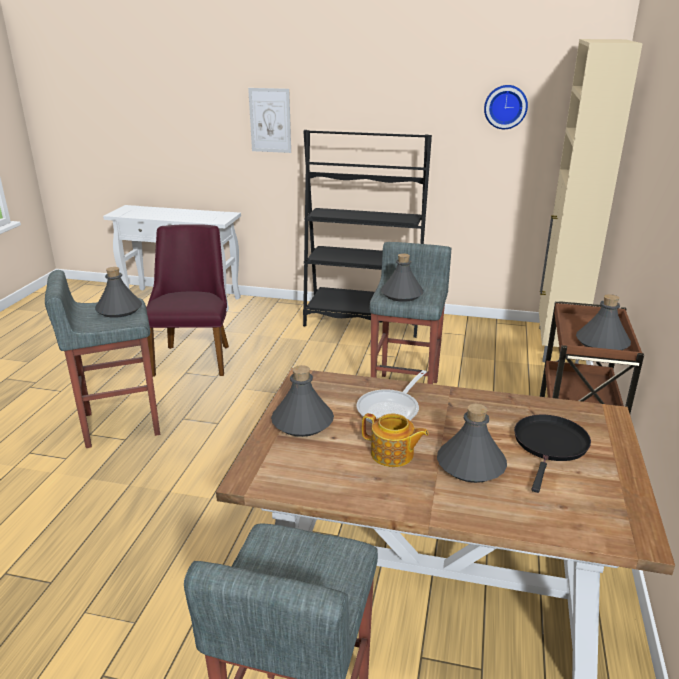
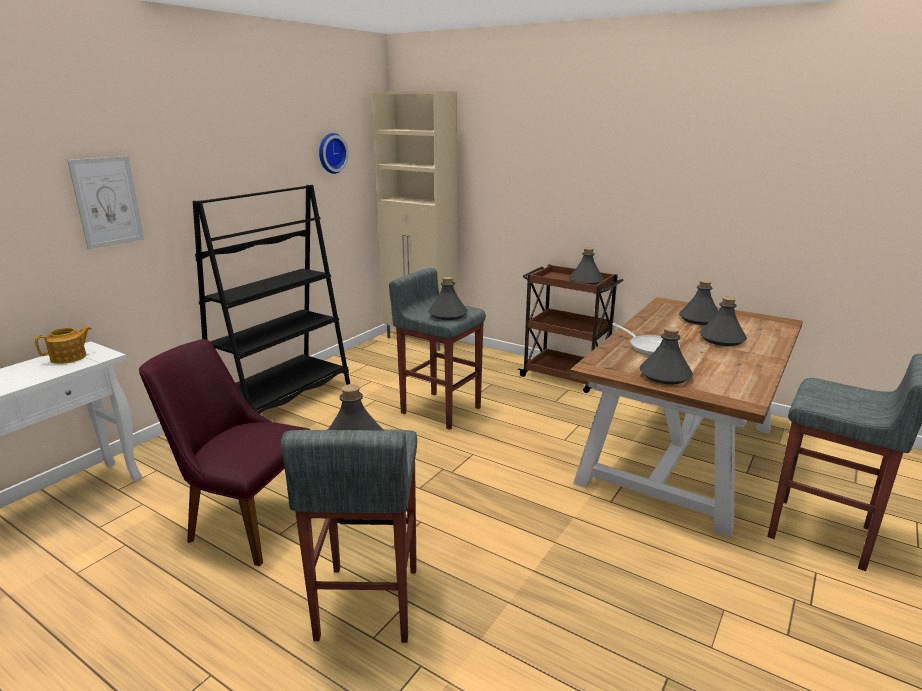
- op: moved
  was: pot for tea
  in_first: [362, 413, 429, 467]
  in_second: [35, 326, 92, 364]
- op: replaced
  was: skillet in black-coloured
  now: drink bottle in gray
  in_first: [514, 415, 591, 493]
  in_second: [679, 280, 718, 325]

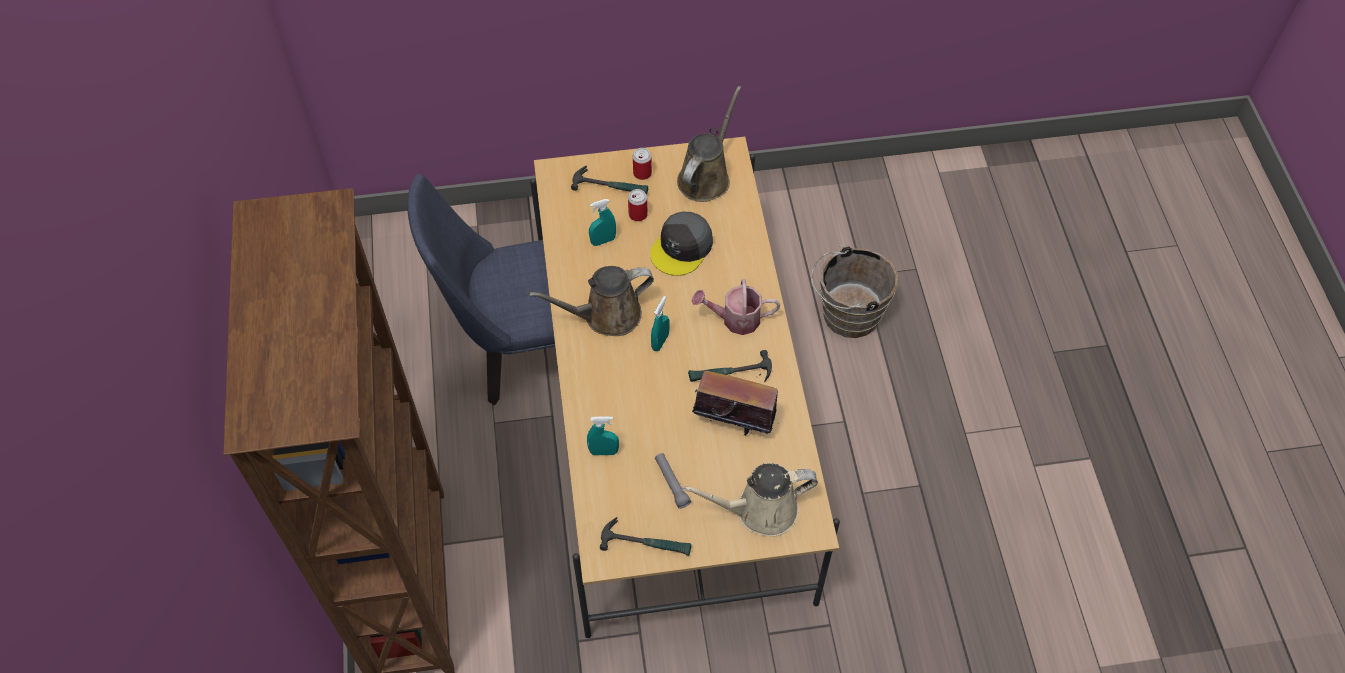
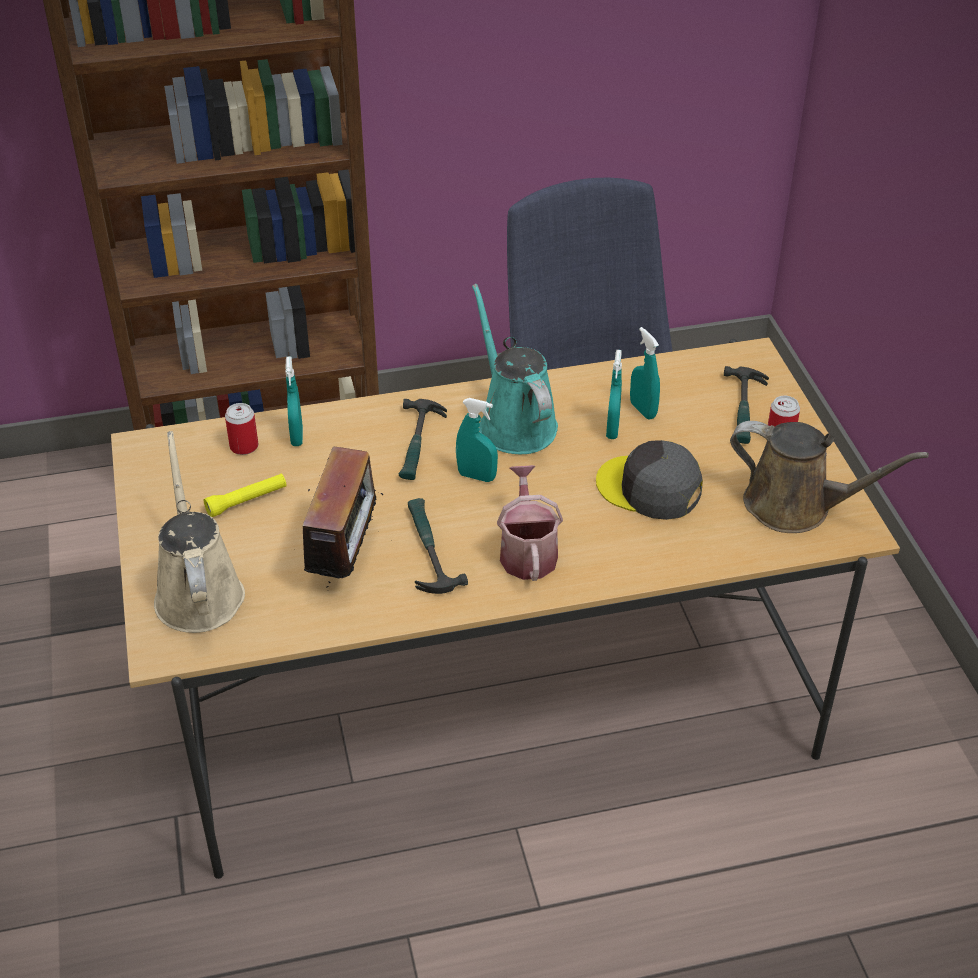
- op: removed
  was: pail in brown-coloured
  in_first: [811, 245, 898, 338]
- op: added
  now: hand sprayer in turquoise-coloured
  in_second: [606, 350, 622, 439]
- op: moved
  was: tool hammer
  in_first: [600, 517, 691, 556]
  in_second: [399, 399, 447, 480]
- op: moved
  was: can
  in_first: [628, 189, 648, 221]
  in_second: [225, 403, 258, 455]
- op: recoloured
  was: watering can in brown-coloured
  now: watering can in turquoise-coloured
  in_first: [529, 266, 654, 336]
  in_second: [472, 284, 558, 454]
- op: recoloured
  was: hand torch in gray
  now: hand torch in yellowish
  in_first: [655, 453, 691, 509]
  in_second: [204, 474, 287, 517]

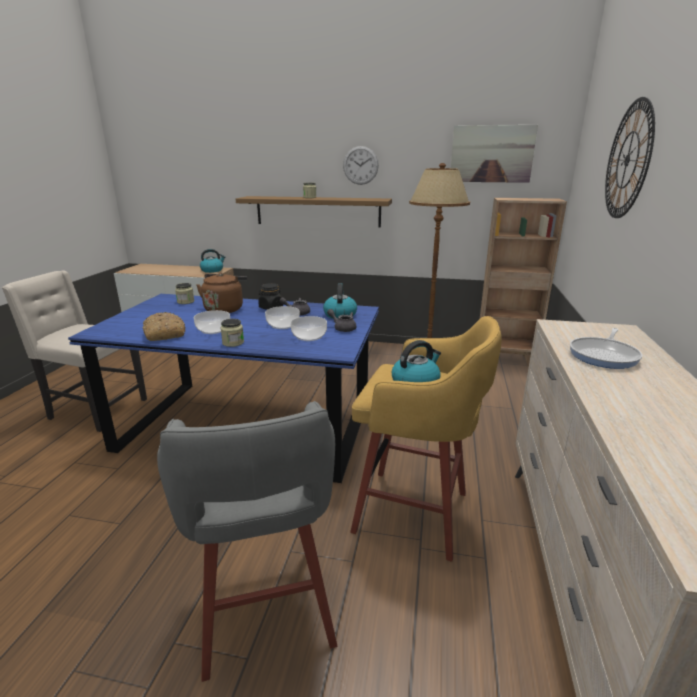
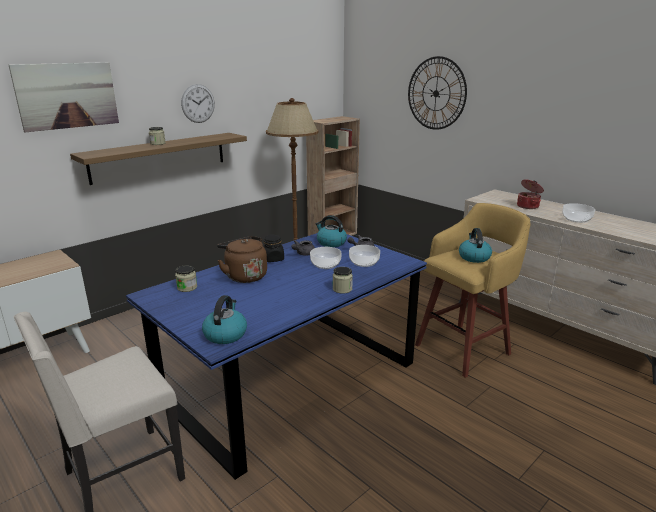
- op: removed
  was: bakery bread
  in_first: [143, 312, 185, 341]
- op: removed
  was: sitting stool in gray
  in_first: [157, 401, 337, 682]
- op: moved
  was: serving bowl
  in_first: [194, 310, 230, 334]
  in_second: [562, 203, 595, 223]
- op: moved
  was: tea kettle
  in_first: [200, 249, 225, 273]
  in_second: [202, 295, 247, 344]
- op: moved
  was: wall picture
  in_first: [451, 125, 538, 183]
  in_second: [9, 62, 119, 132]
- op: replaced
  was: skillet
  now: stockpot
  in_first: [570, 328, 642, 369]
  in_second: [517, 179, 544, 209]

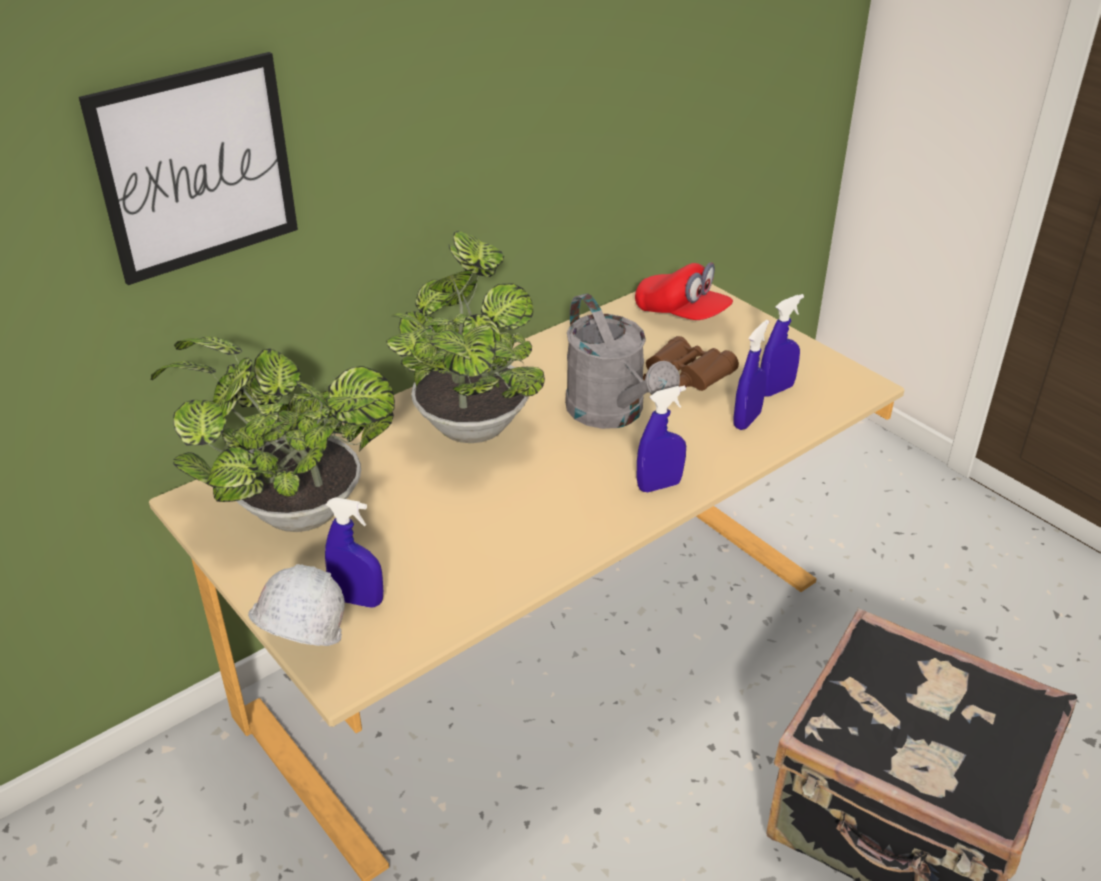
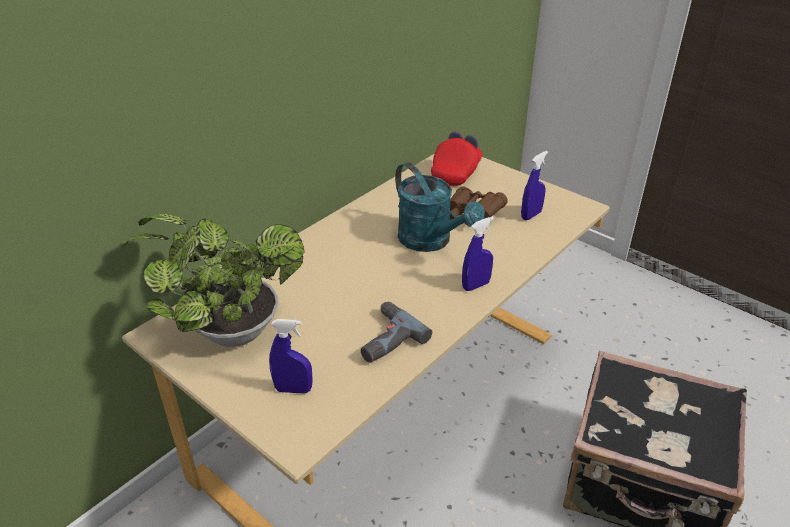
- op: removed
  was: wall picture
  in_first: [79, 52, 298, 285]
- op: removed
  was: work helmet in white
  in_first: [248, 564, 345, 646]
- op: removed
  was: plant in a pot
  in_first: [386, 231, 545, 443]
- op: removed
  was: hand sprayer in blue
  in_first: [733, 320, 769, 430]
- op: added
  now: electric drill
  in_second: [361, 302, 432, 363]
- op: recoloured
  was: watering can in gray
  now: watering can in turquoise-coloured
  in_first: [565, 293, 680, 429]
  in_second: [395, 162, 485, 252]
- op: turned
  was: peaked cap in red-coloured
  in_first: [635, 262, 733, 320]
  in_second: [431, 131, 482, 186]
  clockwise: -90

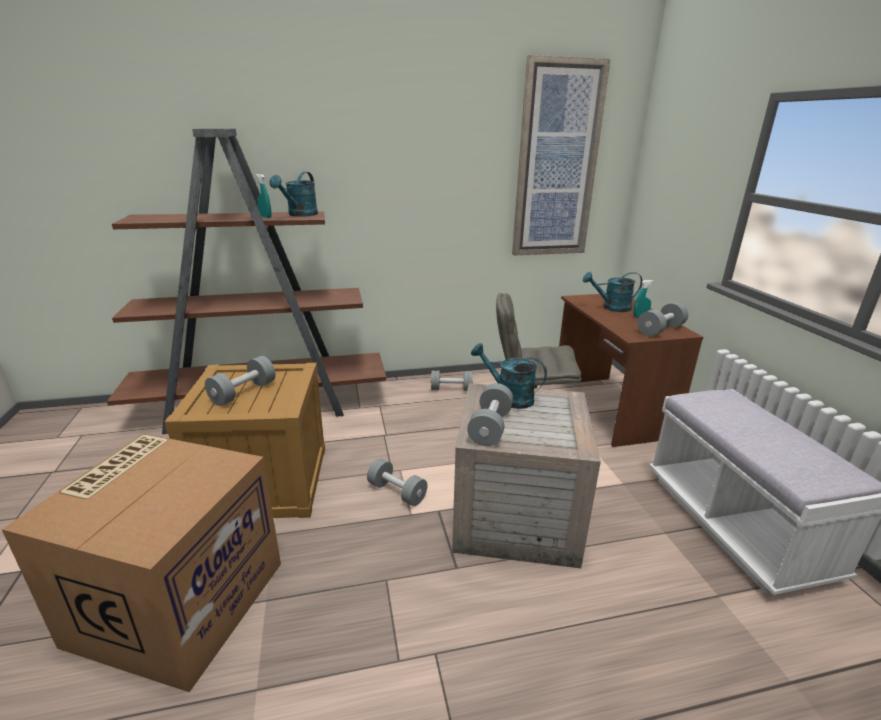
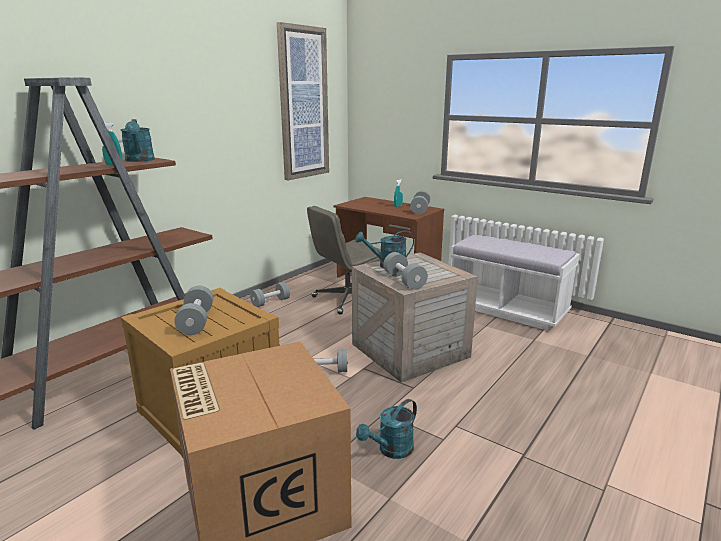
- op: moved
  was: watering can in turquoise-coloured
  in_first: [583, 272, 642, 312]
  in_second: [356, 399, 417, 459]

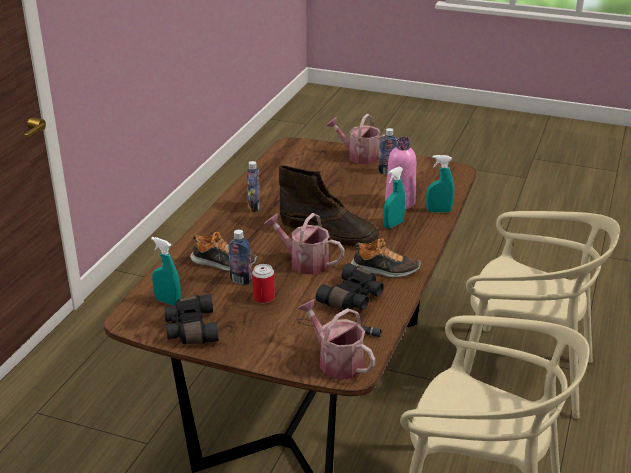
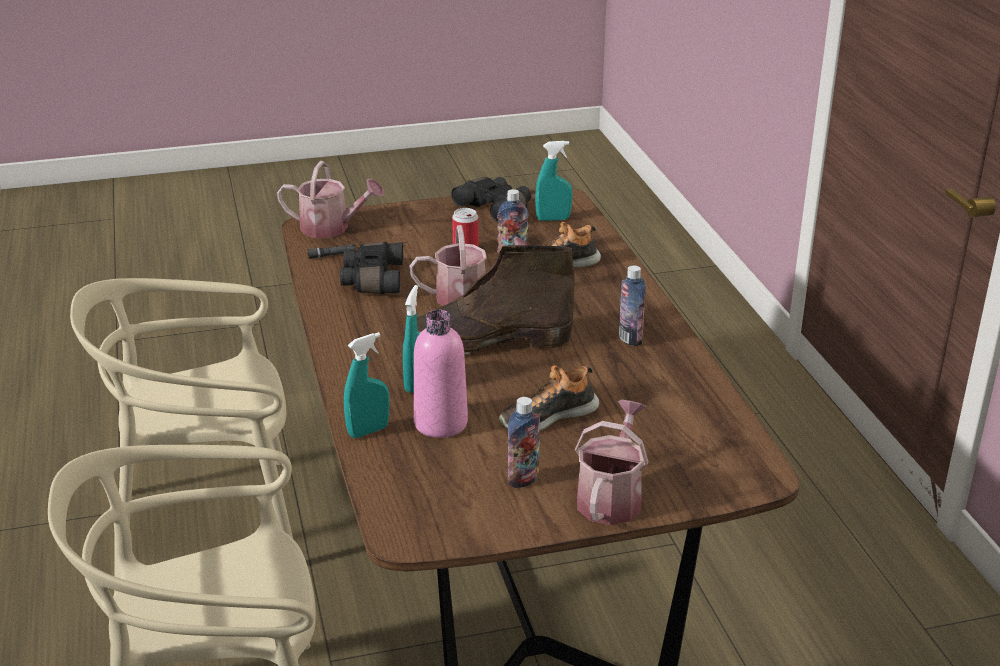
- op: moved
  was: low shoe
  in_first: [351, 238, 421, 278]
  in_second: [499, 365, 599, 430]
- op: turned
  was: watering can
  in_first: [326, 114, 385, 164]
  in_second: [575, 400, 649, 525]
  clockwise: -60

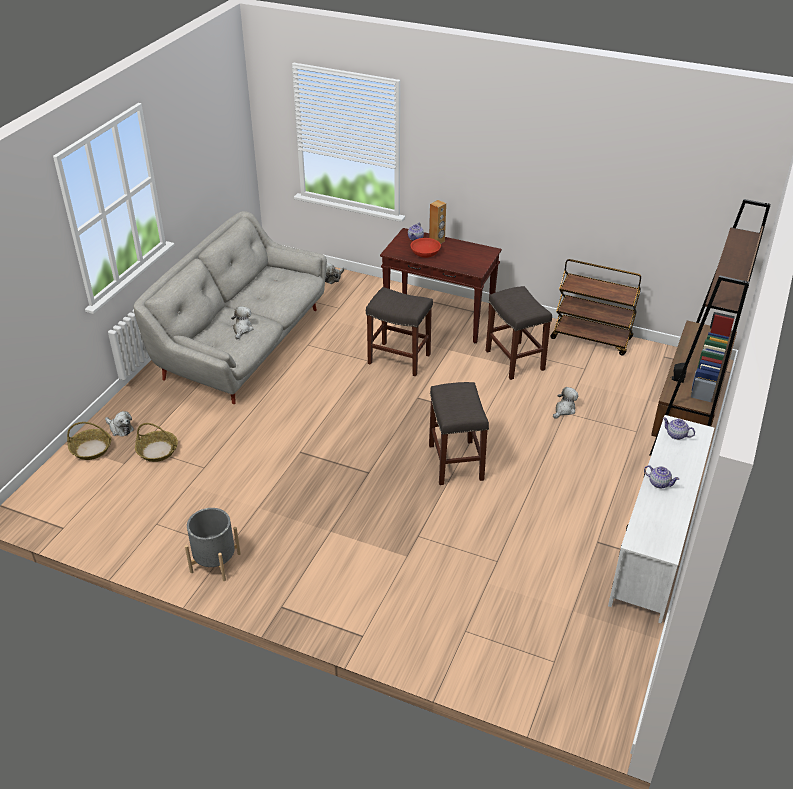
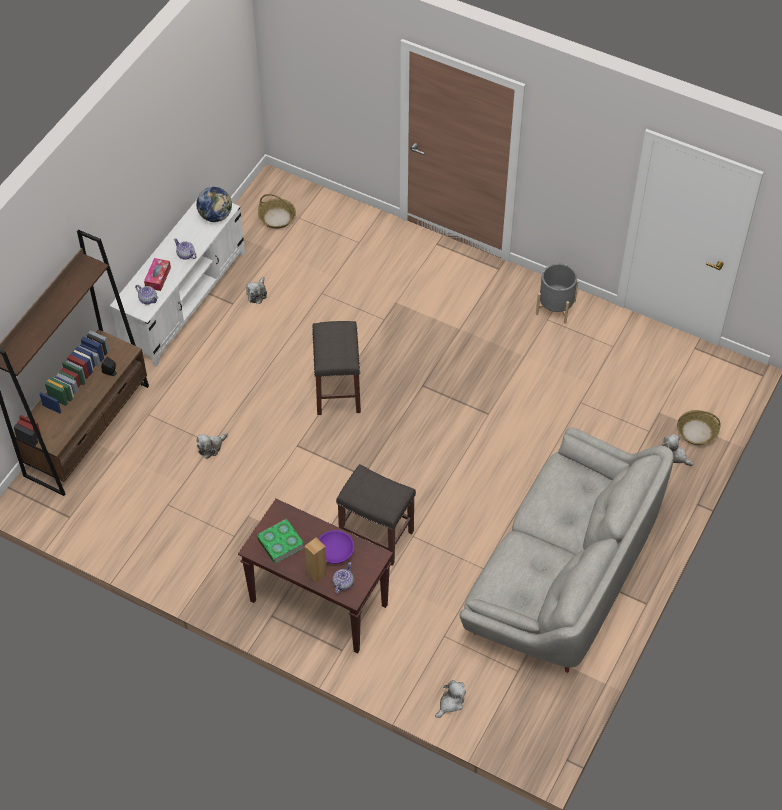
- op: removed
  was: sitting stool in gray
  in_first: [486, 286, 552, 380]
- op: removed
  was: cart in brown-coloured
  in_first: [550, 259, 641, 356]
- op: added
  now: tissue holder
  in_second: [144, 258, 171, 291]
- op: added
  now: globe
  in_second: [196, 187, 232, 222]
- op: added
  now: book
  in_second: [257, 519, 304, 564]
- op: moved
  was: basket
  in_first: [135, 423, 178, 462]
  in_second: [258, 194, 296, 229]
- op: moved
  was: cuddly toy
  in_first: [231, 306, 253, 339]
  in_second: [246, 276, 267, 304]
- op: recoloured
  was: serving bowl in red-coloured
  now: serving bowl in purple
  in_first: [410, 238, 441, 258]
  in_second: [319, 530, 354, 564]

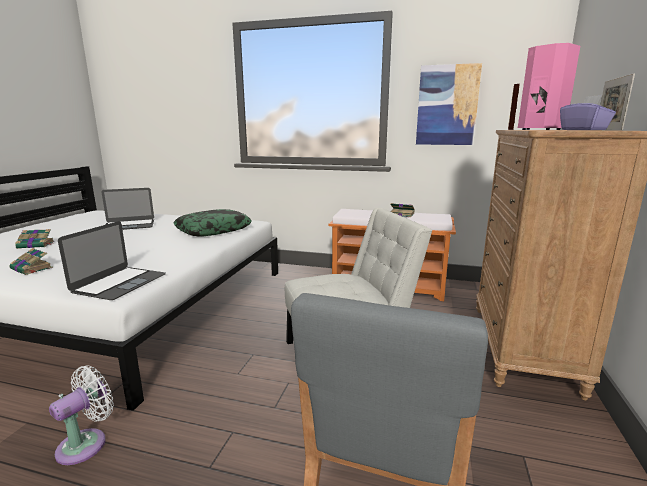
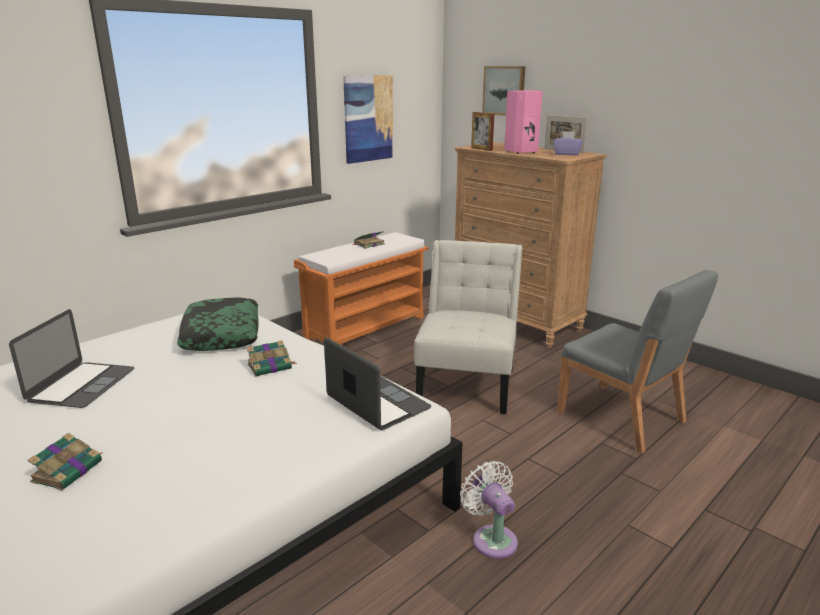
- op: added
  now: wall picture
  in_second: [482, 66, 525, 116]
- op: moved
  was: book
  in_first: [10, 248, 53, 275]
  in_second: [247, 340, 297, 377]

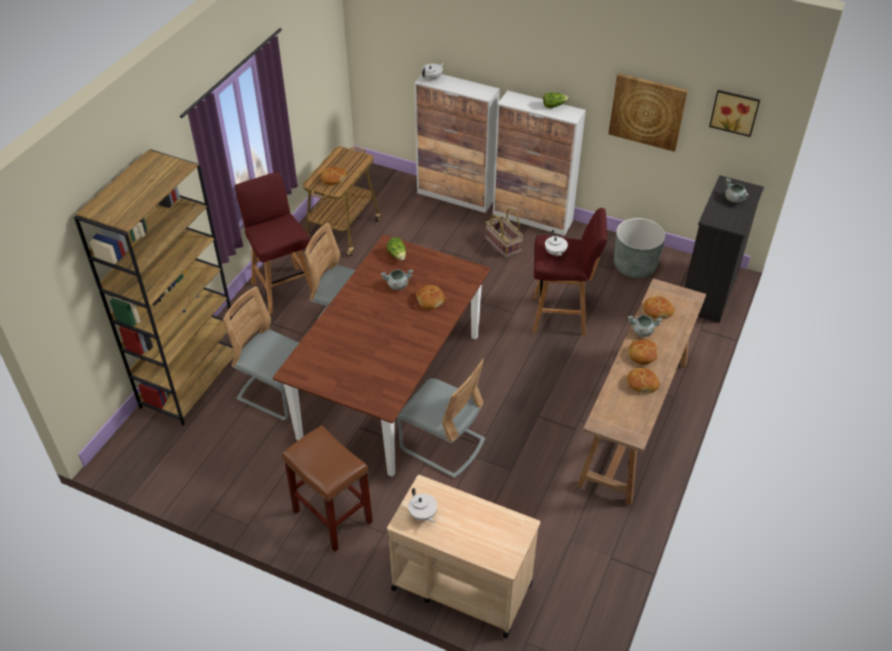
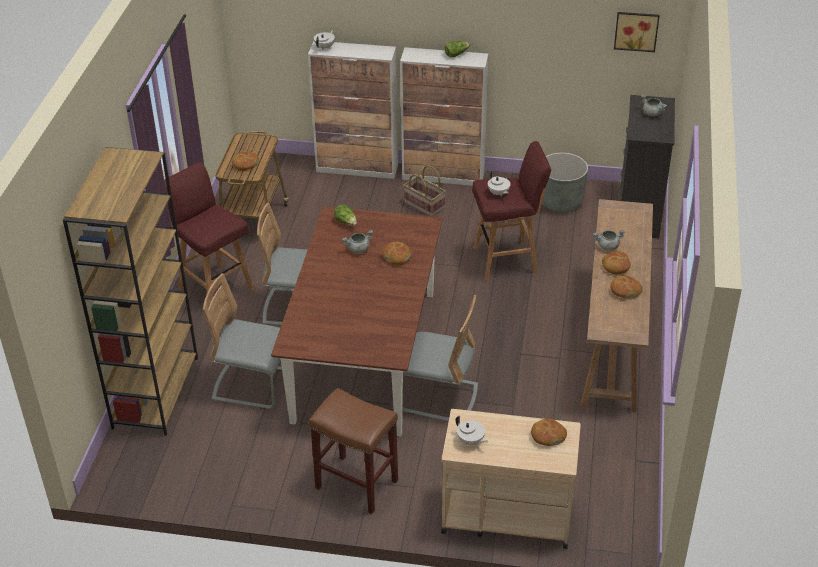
- op: removed
  was: wall picture
  in_first: [608, 73, 688, 152]
- op: moved
  was: bakery bread
  in_first: [643, 296, 674, 319]
  in_second: [531, 419, 567, 446]

